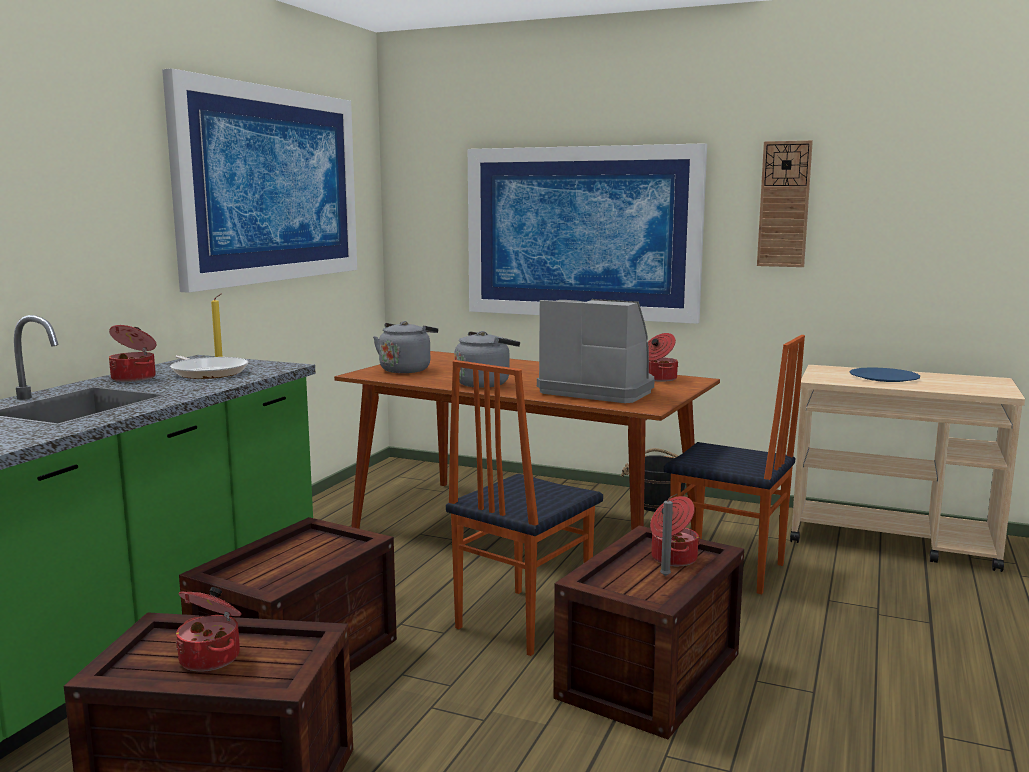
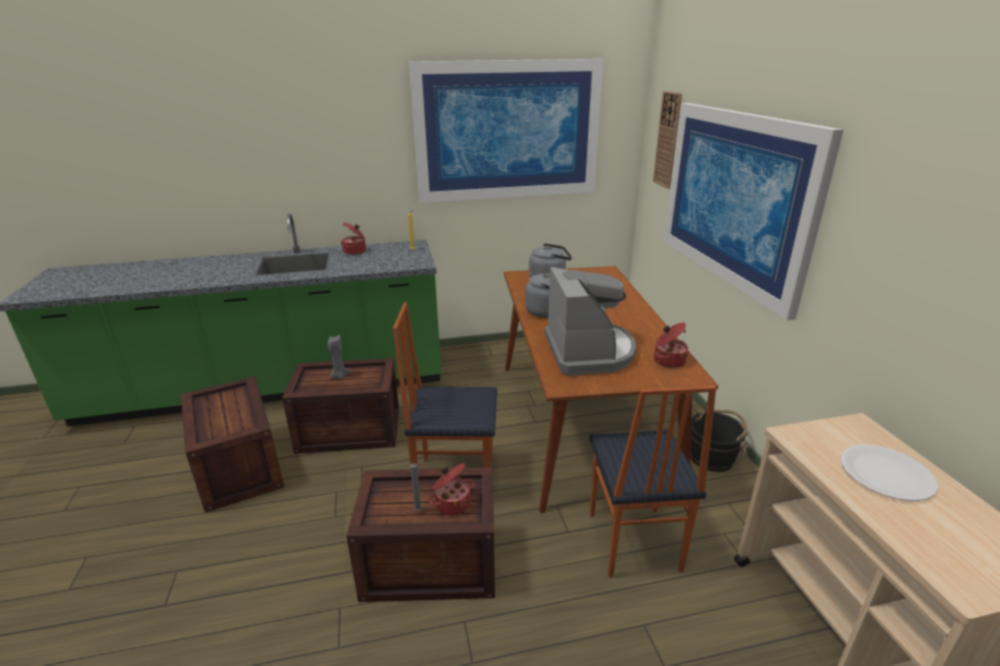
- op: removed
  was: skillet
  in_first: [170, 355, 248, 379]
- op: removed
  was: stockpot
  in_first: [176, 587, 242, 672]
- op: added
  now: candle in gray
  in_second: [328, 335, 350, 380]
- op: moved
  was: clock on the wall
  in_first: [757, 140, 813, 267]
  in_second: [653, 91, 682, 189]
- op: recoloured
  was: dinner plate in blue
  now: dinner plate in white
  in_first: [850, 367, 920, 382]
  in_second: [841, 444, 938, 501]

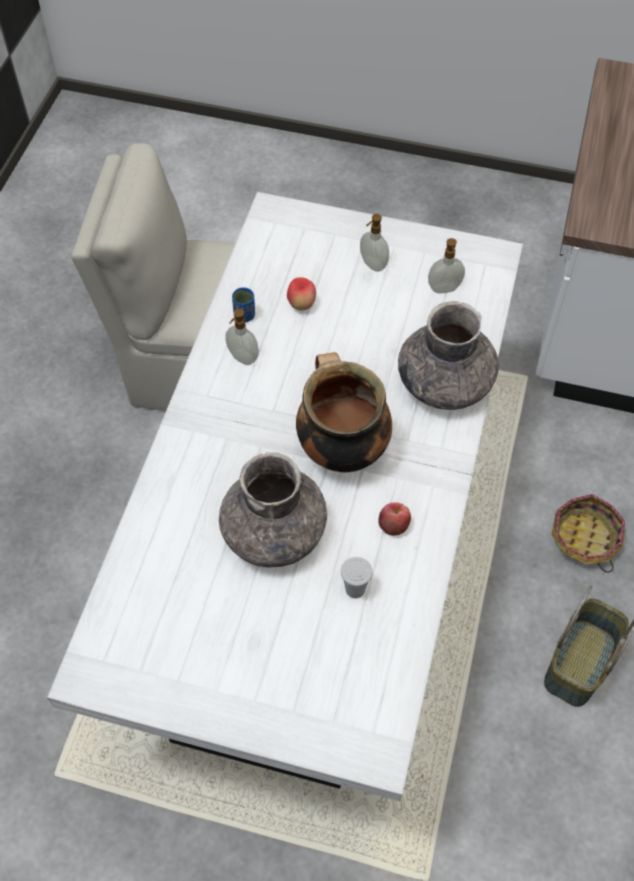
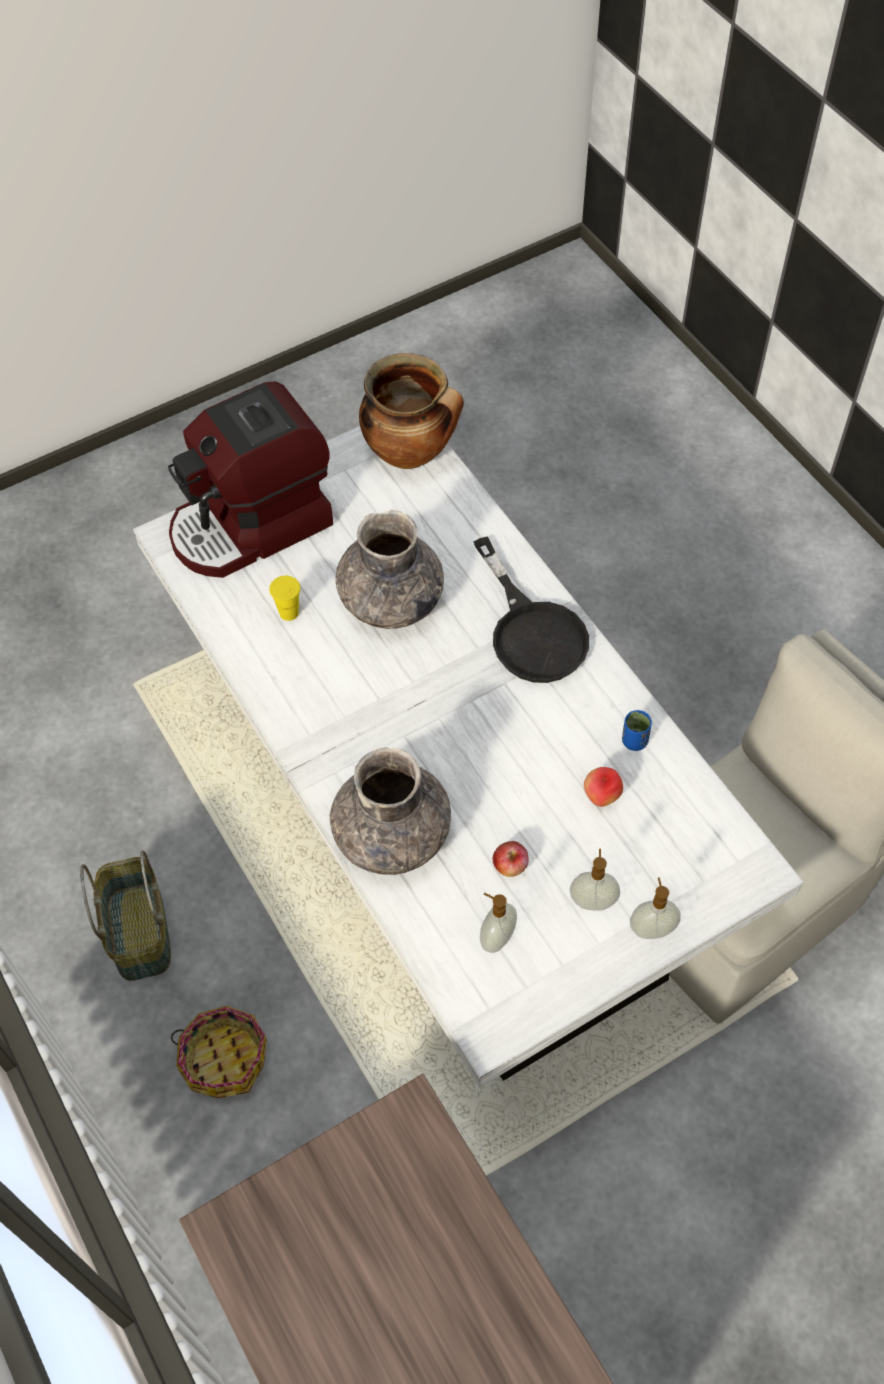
- op: added
  now: coffee machine
  in_second: [168, 381, 333, 578]
- op: added
  now: skillet in black-coloured
  in_second: [474, 536, 589, 683]
- op: moved
  was: soap bottle
  in_first: [225, 309, 259, 365]
  in_second: [630, 877, 681, 939]
- op: moved
  was: stockpot
  in_first: [296, 352, 392, 472]
  in_second: [359, 353, 464, 469]
- op: moved
  was: apple fruit
  in_first: [378, 502, 411, 535]
  in_second: [493, 841, 529, 877]
- op: recoloured
  was: small cup in white
  now: small cup in yellowish
  in_first: [341, 557, 373, 598]
  in_second: [269, 576, 301, 621]

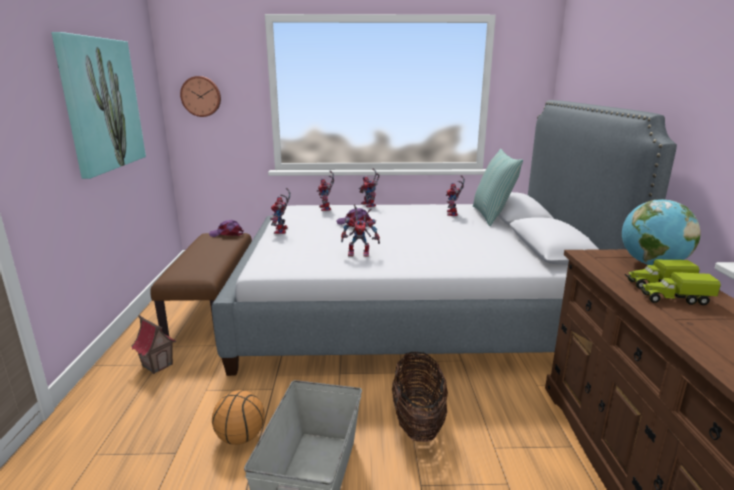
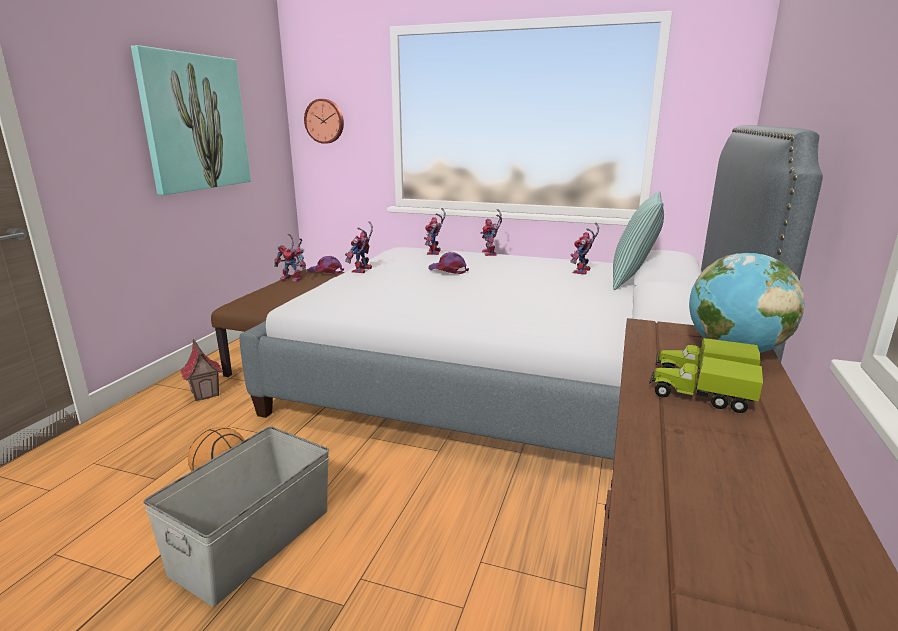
- op: removed
  was: basket
  in_first: [392, 352, 448, 442]
- op: moved
  was: model robot
  in_first: [341, 204, 380, 257]
  in_second: [274, 234, 306, 282]

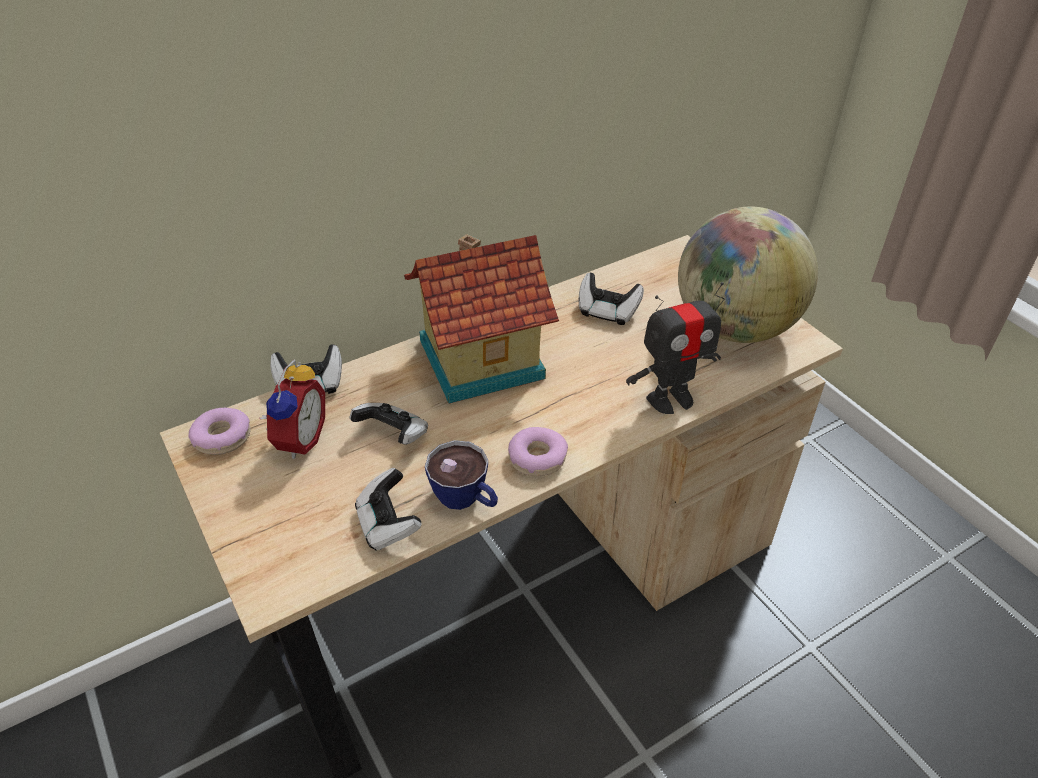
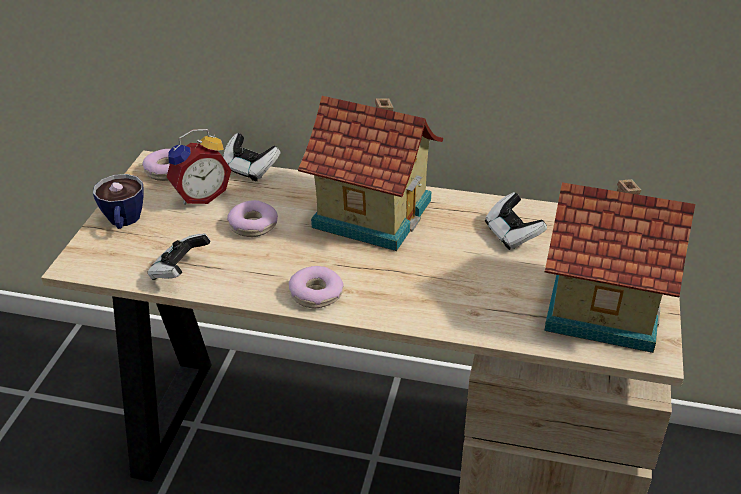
- op: removed
  was: model robot
  in_first: [626, 282, 725, 414]
- op: moved
  was: small cup
  in_first: [425, 440, 498, 510]
  in_second: [93, 174, 144, 229]
- op: replaced
  was: game controller
  now: doughnut
  in_first: [350, 403, 428, 444]
  in_second: [227, 200, 278, 237]
- op: replaced
  was: globe
  now: miniature house
  in_first: [678, 206, 818, 343]
  in_second: [544, 179, 696, 353]

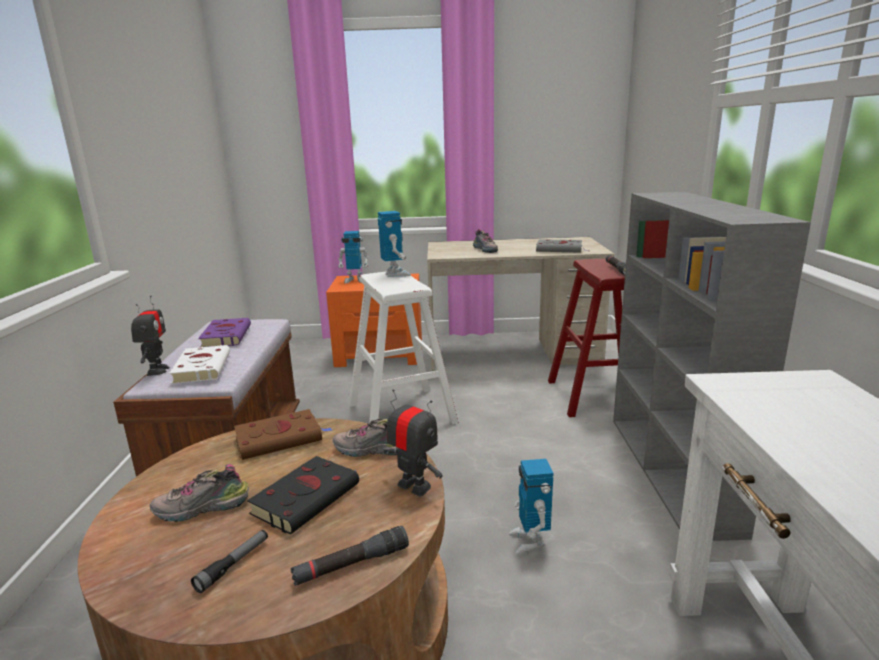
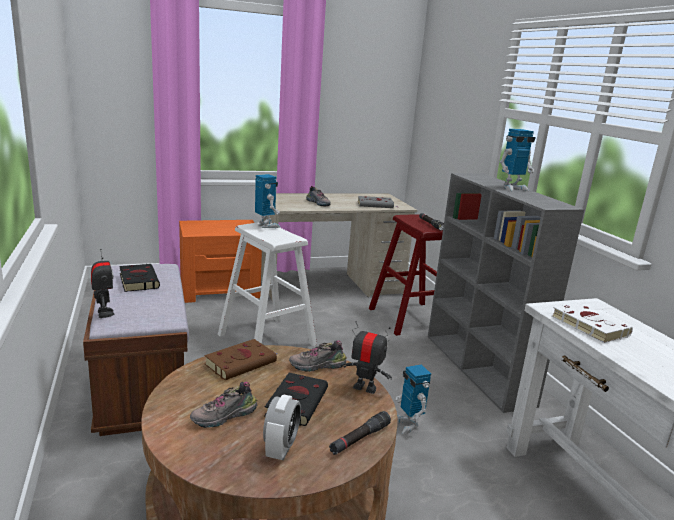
- op: moved
  was: book in white
  in_first: [169, 345, 230, 384]
  in_second: [552, 302, 633, 343]
- op: moved
  was: model robot
  in_first: [338, 231, 369, 284]
  in_second: [500, 129, 535, 191]
- op: replaced
  was: hand torch
  now: alarm clock
  in_first: [191, 530, 268, 593]
  in_second: [263, 394, 301, 461]
- op: recoloured
  was: book in purple
  now: book in black-coloured
  in_first: [198, 318, 251, 347]
  in_second: [119, 264, 160, 292]

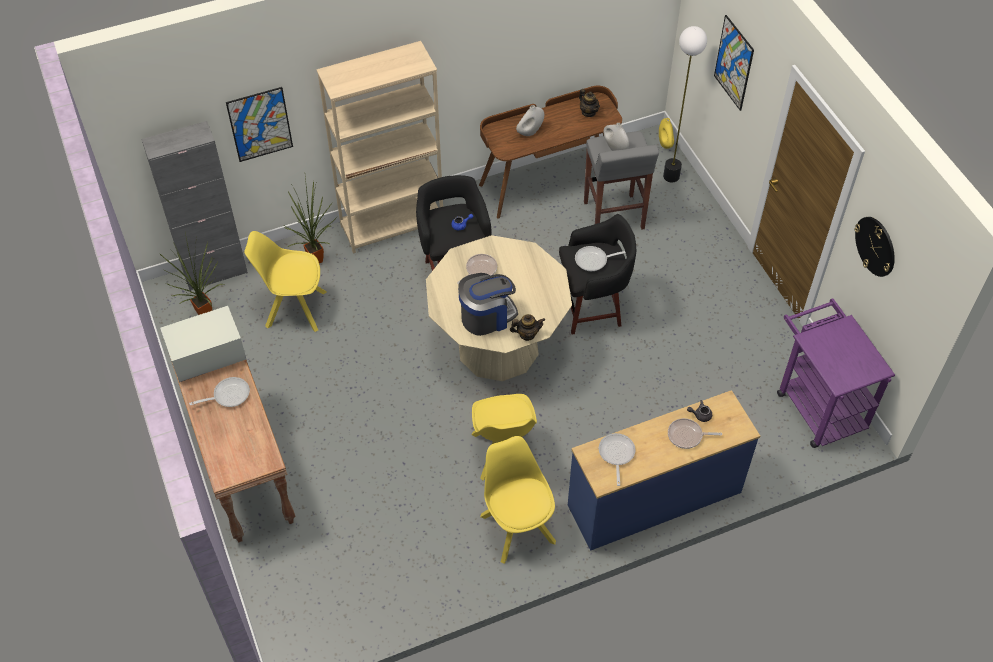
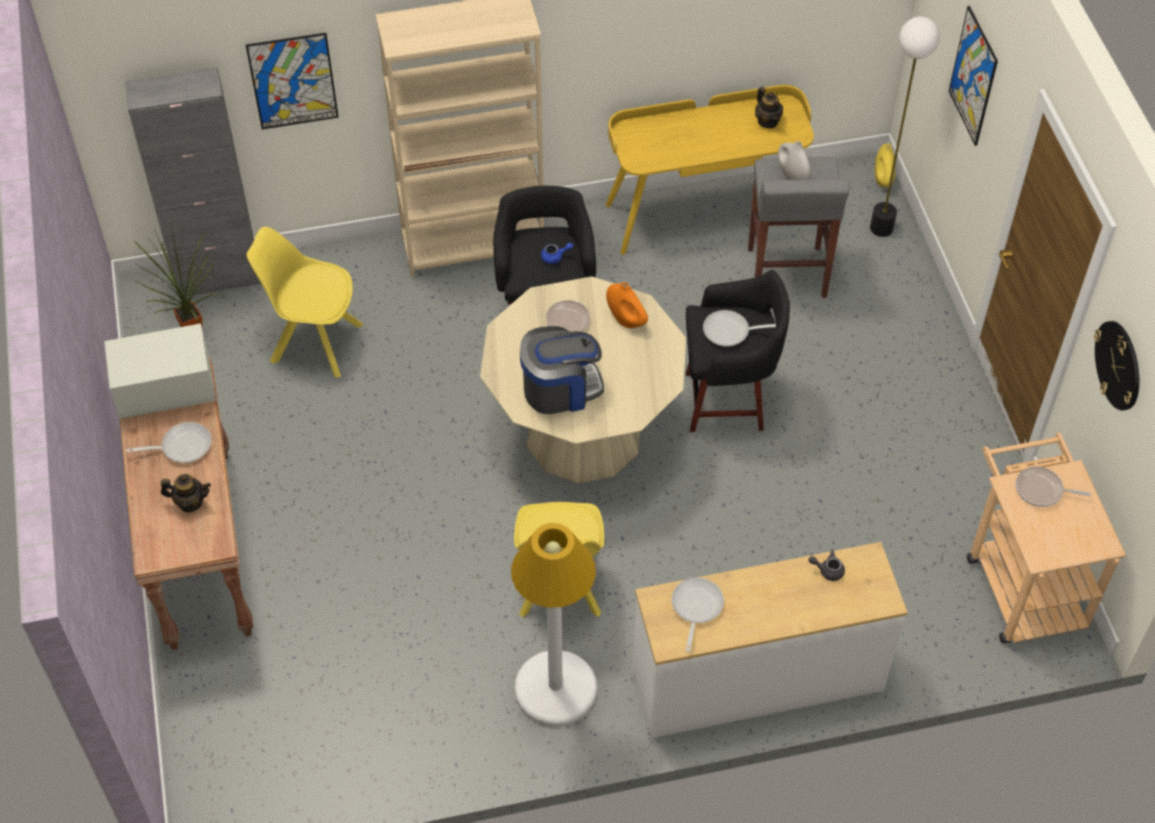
- op: removed
  was: plant in a pot
  in_first: [284, 177, 338, 264]
- op: removed
  was: flower vase in white
  in_first: [516, 105, 544, 136]
- op: added
  now: flower vase in orange-coloured
  in_second: [606, 282, 648, 328]
- op: moved
  was: pot for tea
  in_first: [510, 314, 545, 341]
  in_second: [161, 474, 211, 512]
- op: moved
  was: skillet
  in_first: [668, 418, 722, 449]
  in_second: [1015, 466, 1091, 507]
- op: replaced
  was: plain chair in yellowish
  now: standing lamp in white
  in_first: [480, 436, 556, 564]
  in_second: [511, 523, 597, 727]
- op: recoloured
  was: desk table in brown-coloured
  now: desk table in yellowish
  in_first: [479, 86, 622, 219]
  in_second: [605, 85, 814, 255]
- op: recoloured
  was: drawer chest in blue
  now: drawer chest in white
  in_first: [568, 390, 760, 551]
  in_second: [633, 542, 908, 738]
- op: recoloured
  was: cart in purple
  now: cart in sand-coloured
  in_first: [777, 298, 895, 448]
  in_second: [967, 433, 1126, 644]

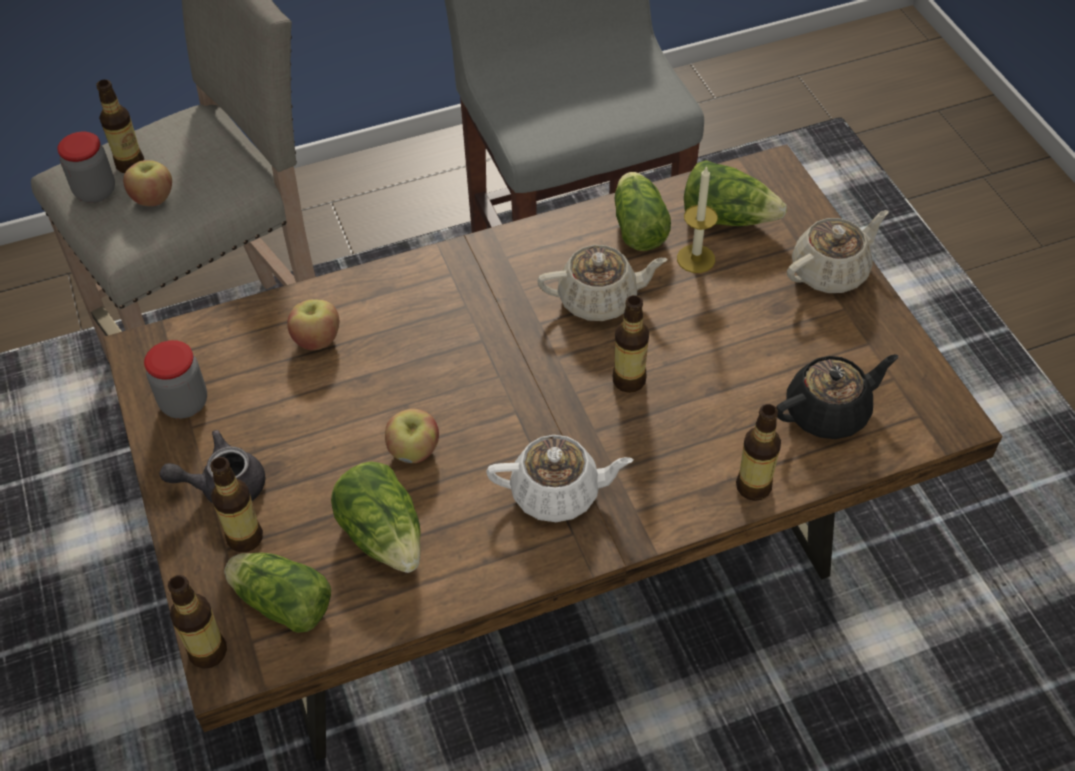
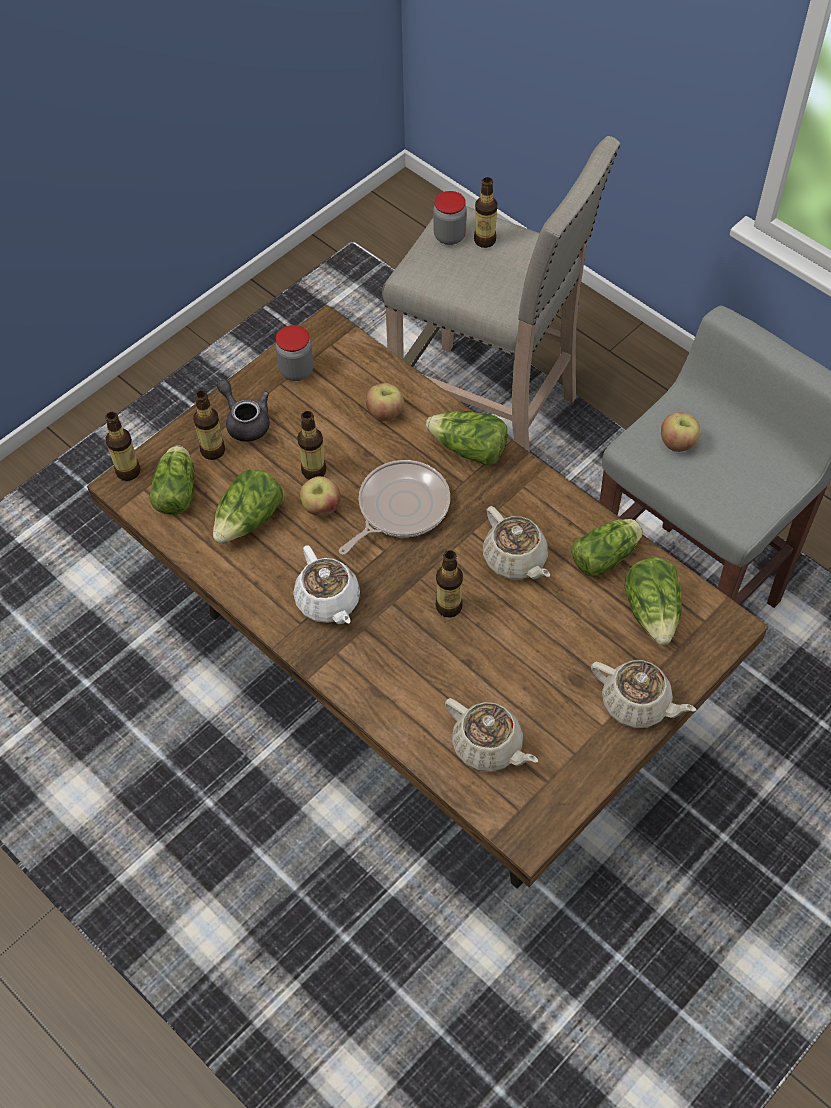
- op: removed
  was: candle
  in_first: [677, 166, 718, 273]
- op: added
  now: skillet
  in_second: [339, 460, 450, 555]
- op: added
  now: head of lettuce
  in_second: [426, 411, 507, 466]
- op: moved
  was: apple fruit
  in_first: [123, 160, 172, 206]
  in_second: [661, 412, 701, 452]
- op: moved
  was: drink bottle
  in_first: [736, 404, 781, 501]
  in_second: [297, 411, 326, 480]
- op: recoloured
  was: pot for tea in black-coloured
  now: pot for tea in sand-coloured
  in_first: [776, 354, 898, 439]
  in_second: [445, 698, 538, 772]

